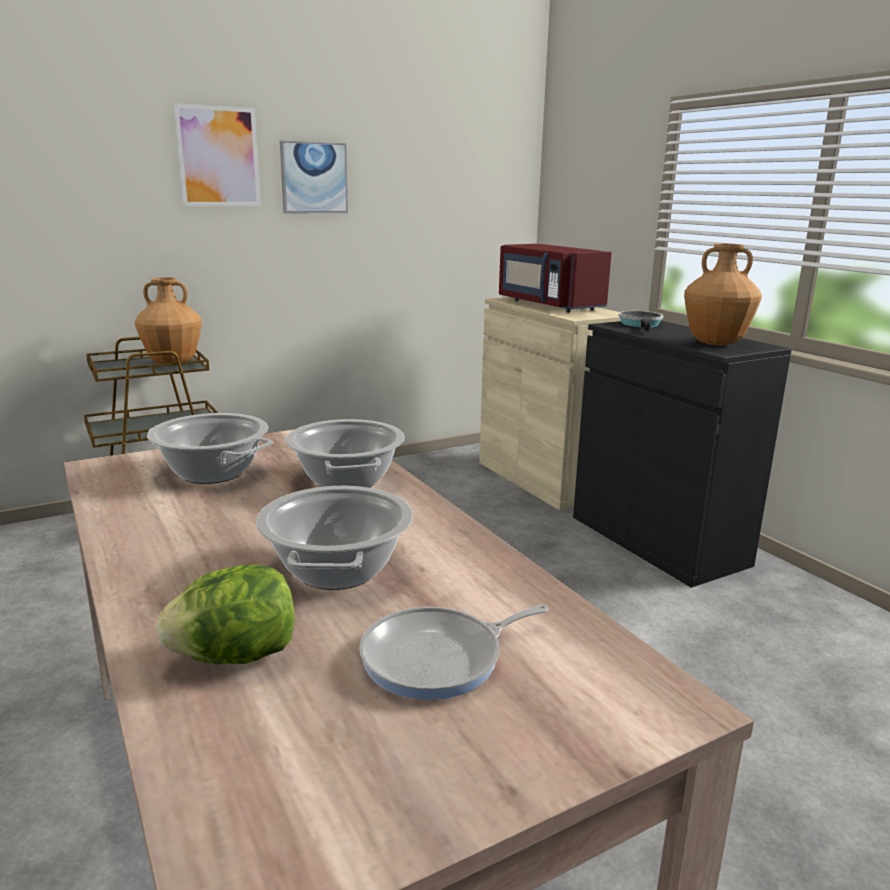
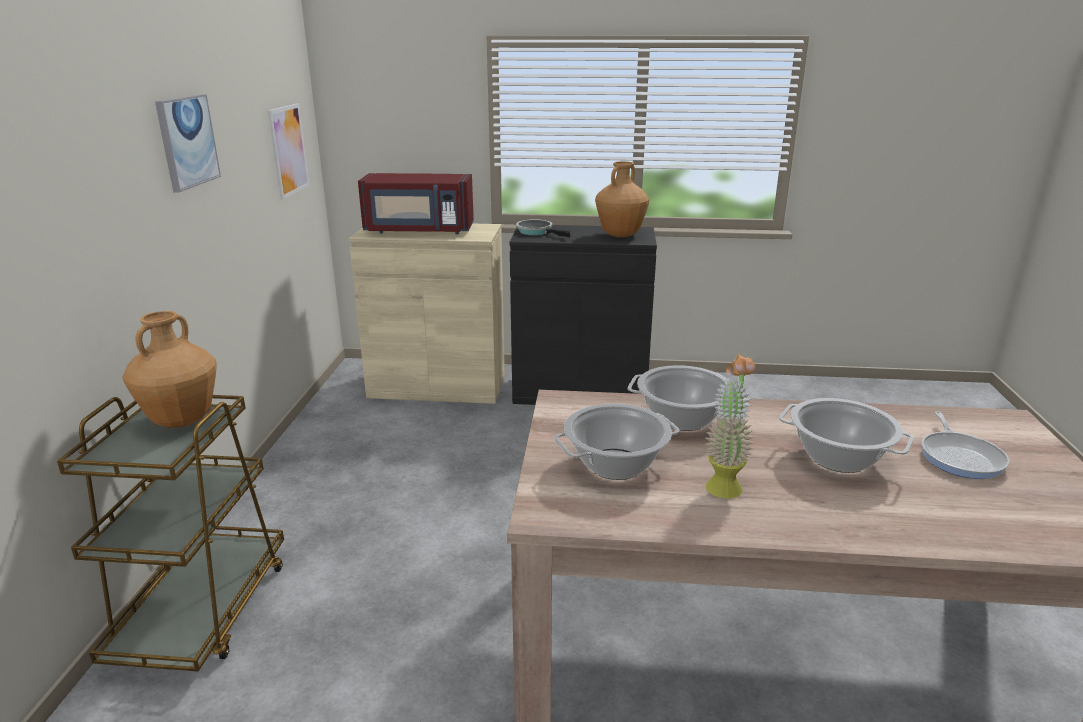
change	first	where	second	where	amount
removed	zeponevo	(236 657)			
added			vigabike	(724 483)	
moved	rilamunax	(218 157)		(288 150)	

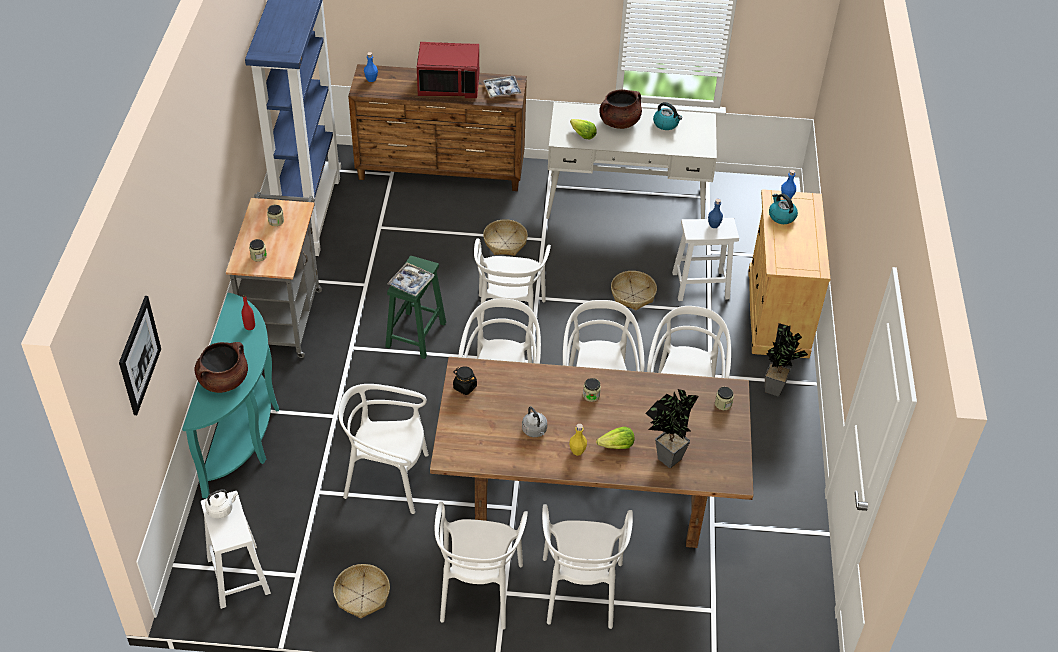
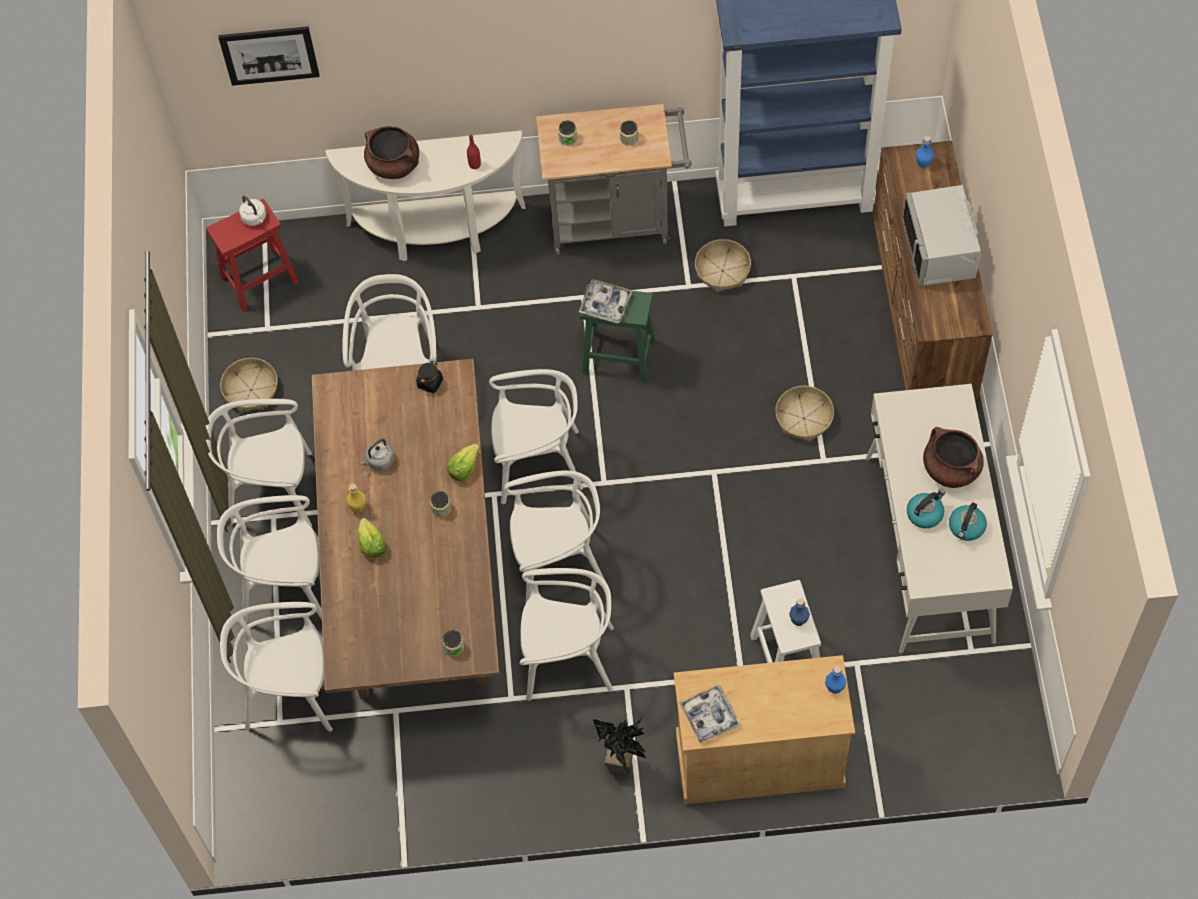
change	first	where	second	where	amount
removed	vigabike	(665 459)			
moved	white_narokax	(508 319)		(290 693)	
moved	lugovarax	(502 90)		(709 716)	
moved	zeponevo	(582 135)		(463 467)	
moved	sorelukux	(632 295)		(722 270)	
moved	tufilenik	(781 216)		(925 513)	
recoloured	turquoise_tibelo	(245 433)	white_tibelo	(437 233)	
recoloured	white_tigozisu	(238 574)	red_tigozisu	(260 278)	
recoloured	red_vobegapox	(449 85)	grey_vobegapox	(940 250)	

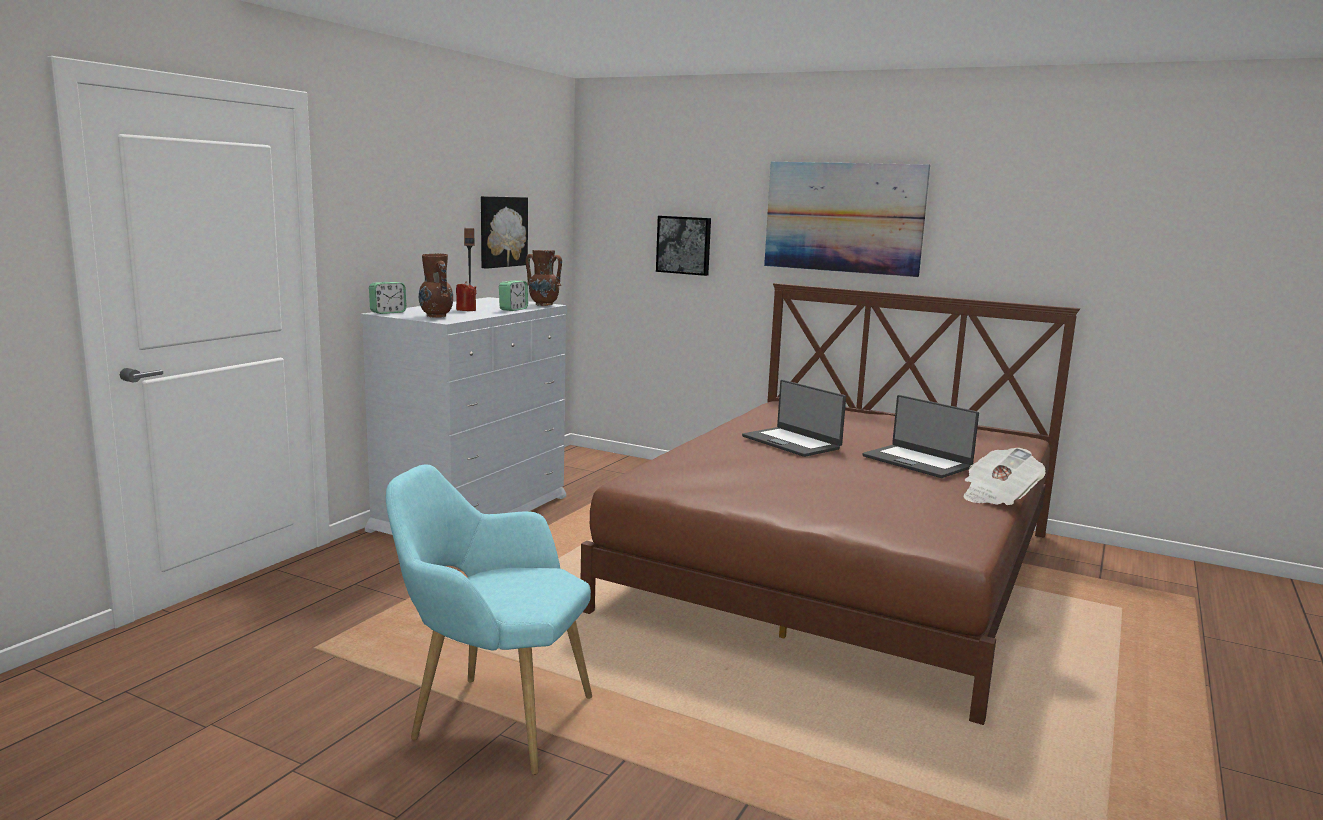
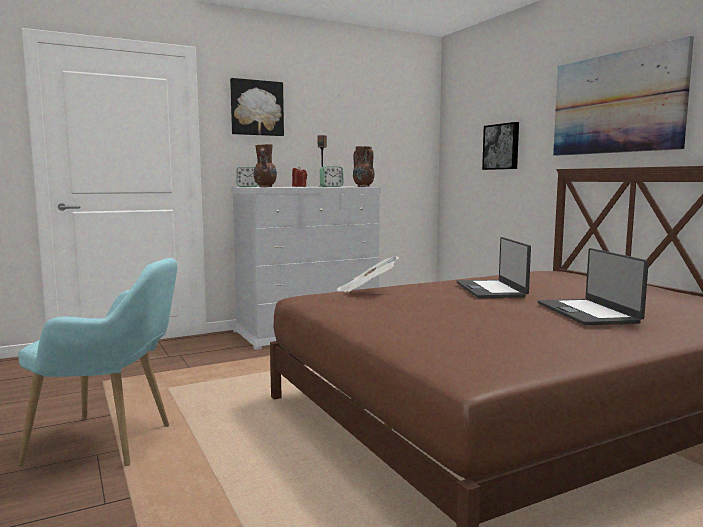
change	first	where	second	where	amount
moved	rilamunax	(502 231)		(256 108)	
moved	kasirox	(997 497)		(366 291)	
turned	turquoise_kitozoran	(491 718)		(110 443)	135 degrees clockwise

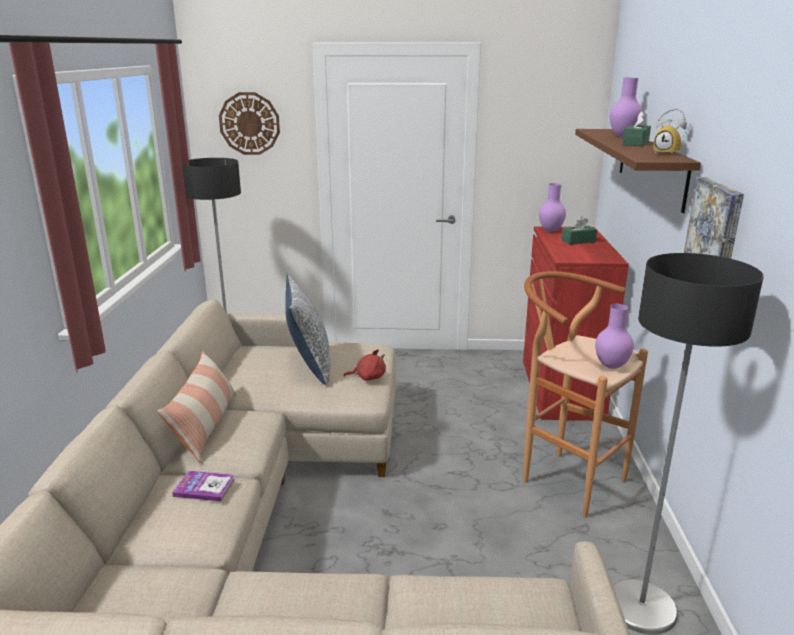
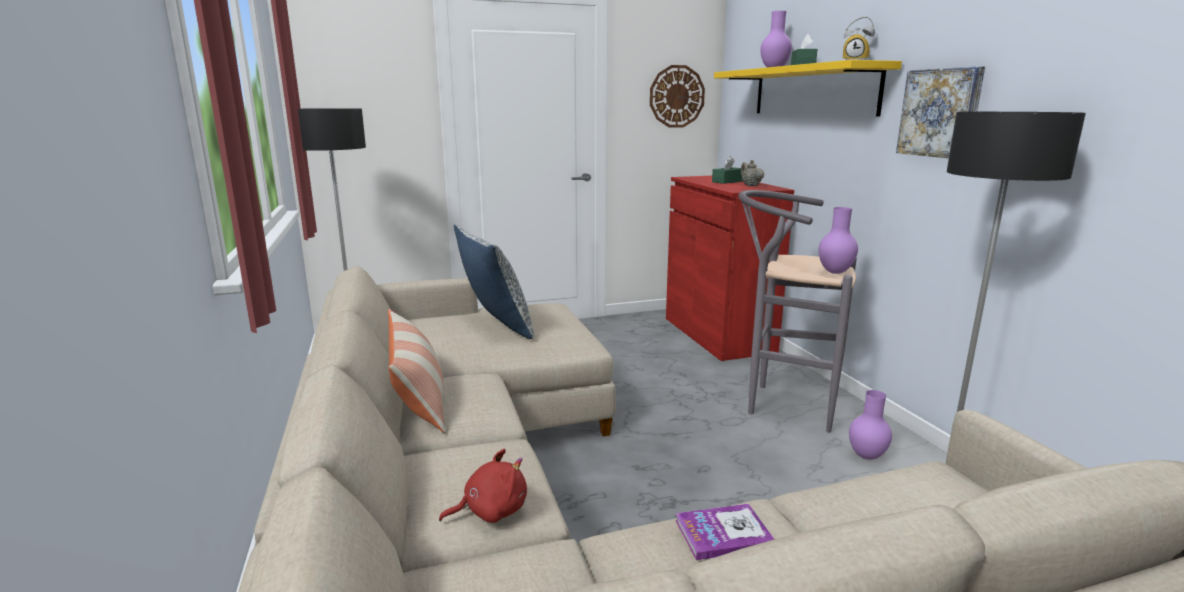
change	first	where	second	where	amount
added			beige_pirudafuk	(750 185)	
moved	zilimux	(204 487)		(723 533)	
moved	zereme	(249 123)		(676 96)	
moved	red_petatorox	(368 377)		(491 511)	
moved	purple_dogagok	(551 230)		(867 456)	
recoloured	brown_tigozisu	(564 478)	grey_tigozisu	(783 404)	
recoloured	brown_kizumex	(651 166)	yellow_kizumex	(812 91)	

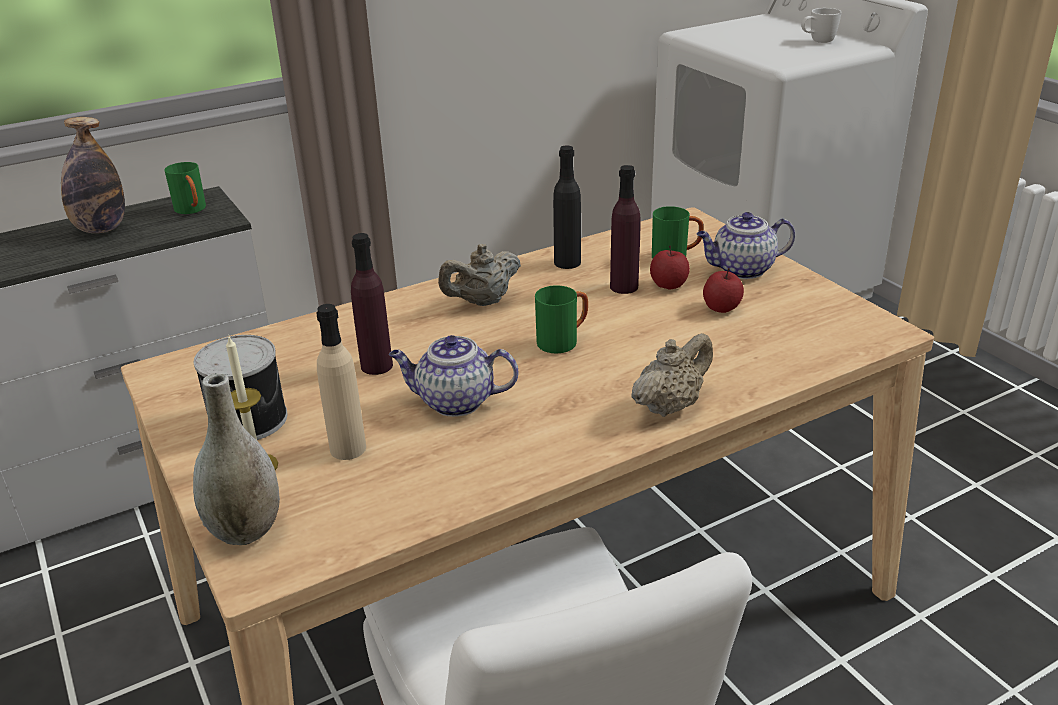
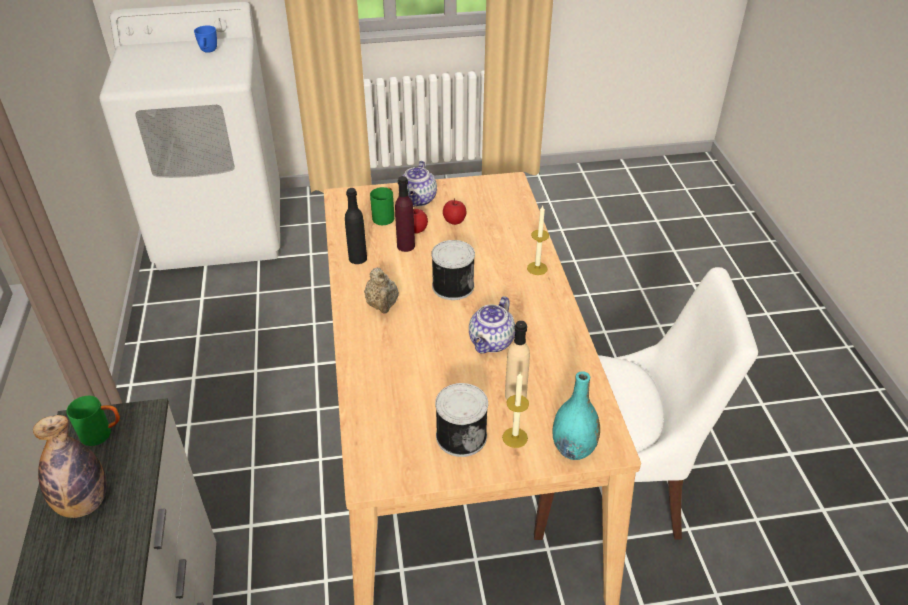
change	first	where	second	where	amount
removed	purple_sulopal	(376 366)			
replaced	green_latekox	(563 341)	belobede	(452 285)	
replaced	beige_pirudafuk	(670 406)	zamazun	(537 268)	
recoloured	grey_dogagok	(245 530)	turquoise_dogagok	(573 449)	
recoloured	white_latekox	(817 42)	blue_latekox	(208 52)	

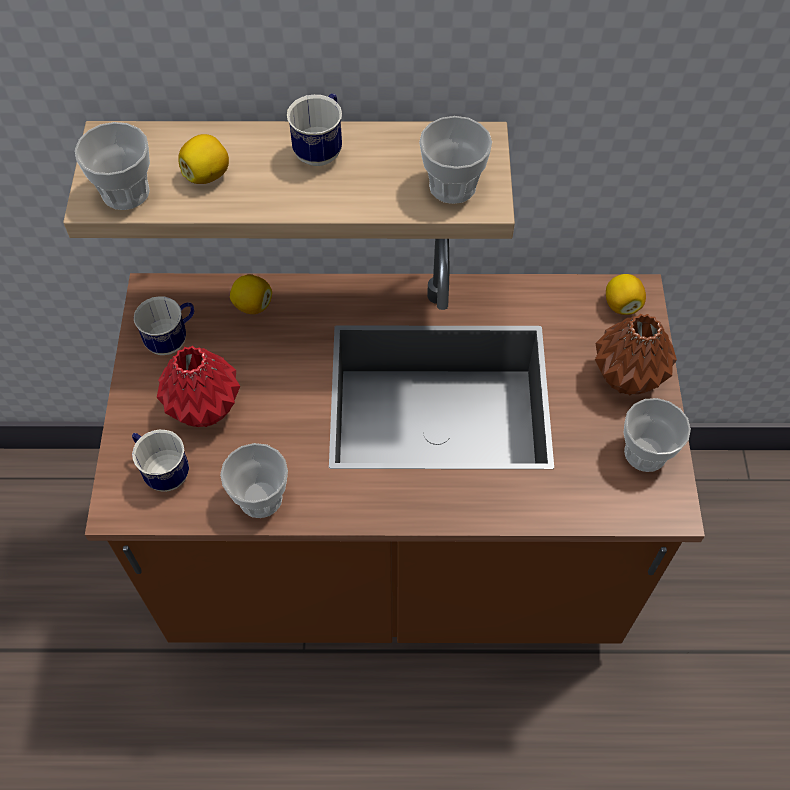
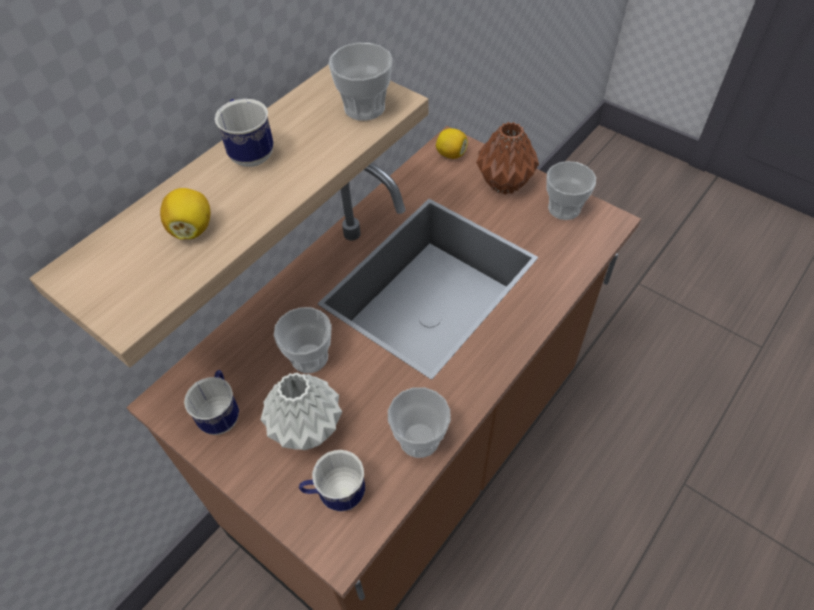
change	first	where	second	where	amount
removed	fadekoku	(253 305)			
moved	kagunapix	(126 192)		(309 357)	
recoloured	red_dogagok	(203 410)	grey_dogagok	(307 431)	

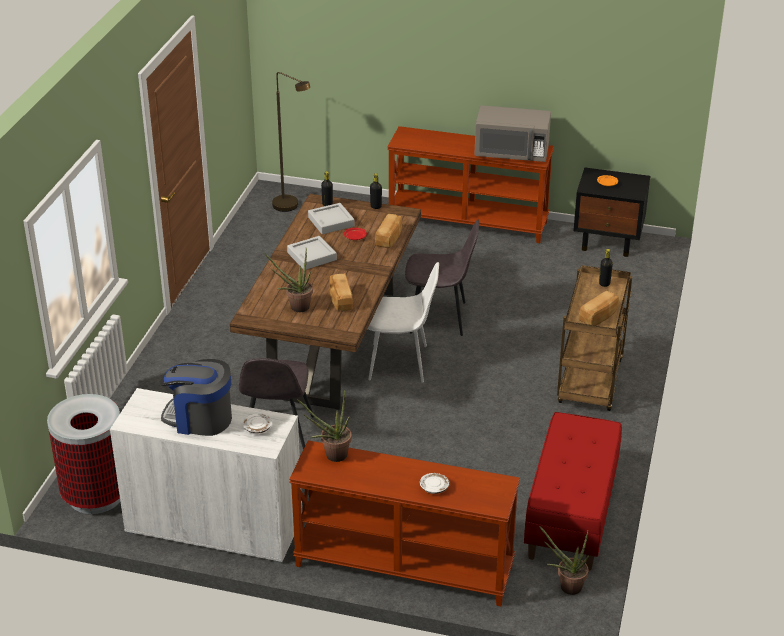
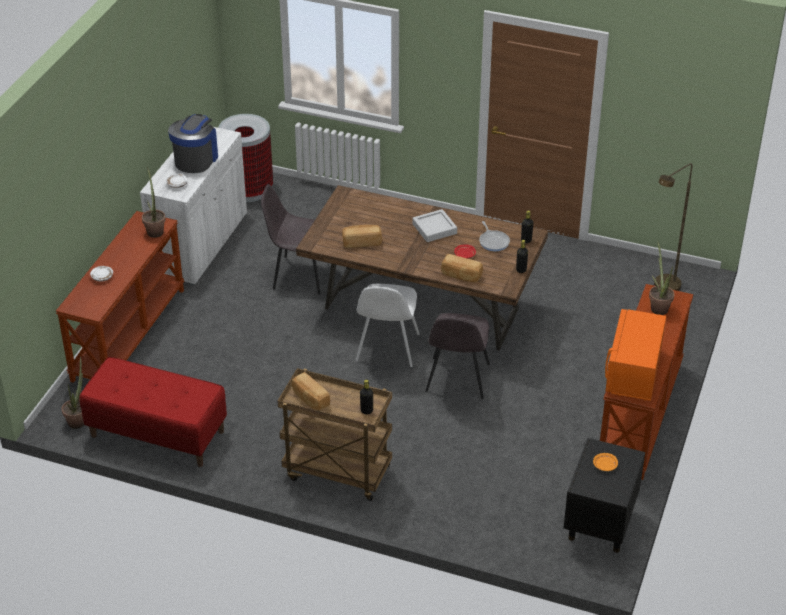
change	first	where	second	where	amount
moved	vigabike	(295 307)		(658 307)	
replaced	grey_lugovarax	(331 222)	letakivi	(493 241)	
recoloured	grey_vobegapox	(511 153)	orange_vobegapox	(633 372)	

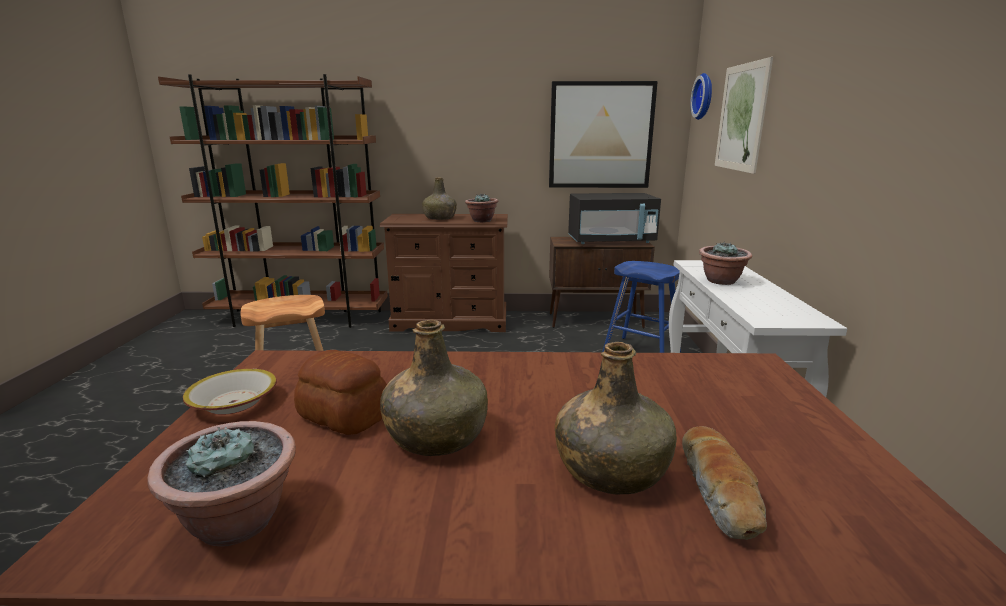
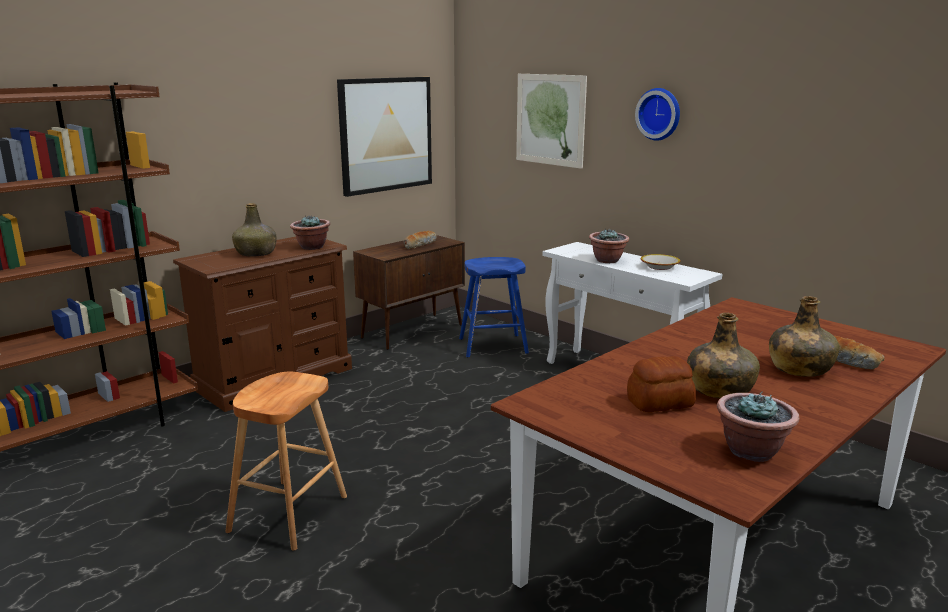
change	first	where	second	where	amount
moved	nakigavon	(233 403)		(660 267)	
moved	zereme	(705 96)		(659 114)	
replaced	black_vobegapox	(611 241)	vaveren	(420 244)	

